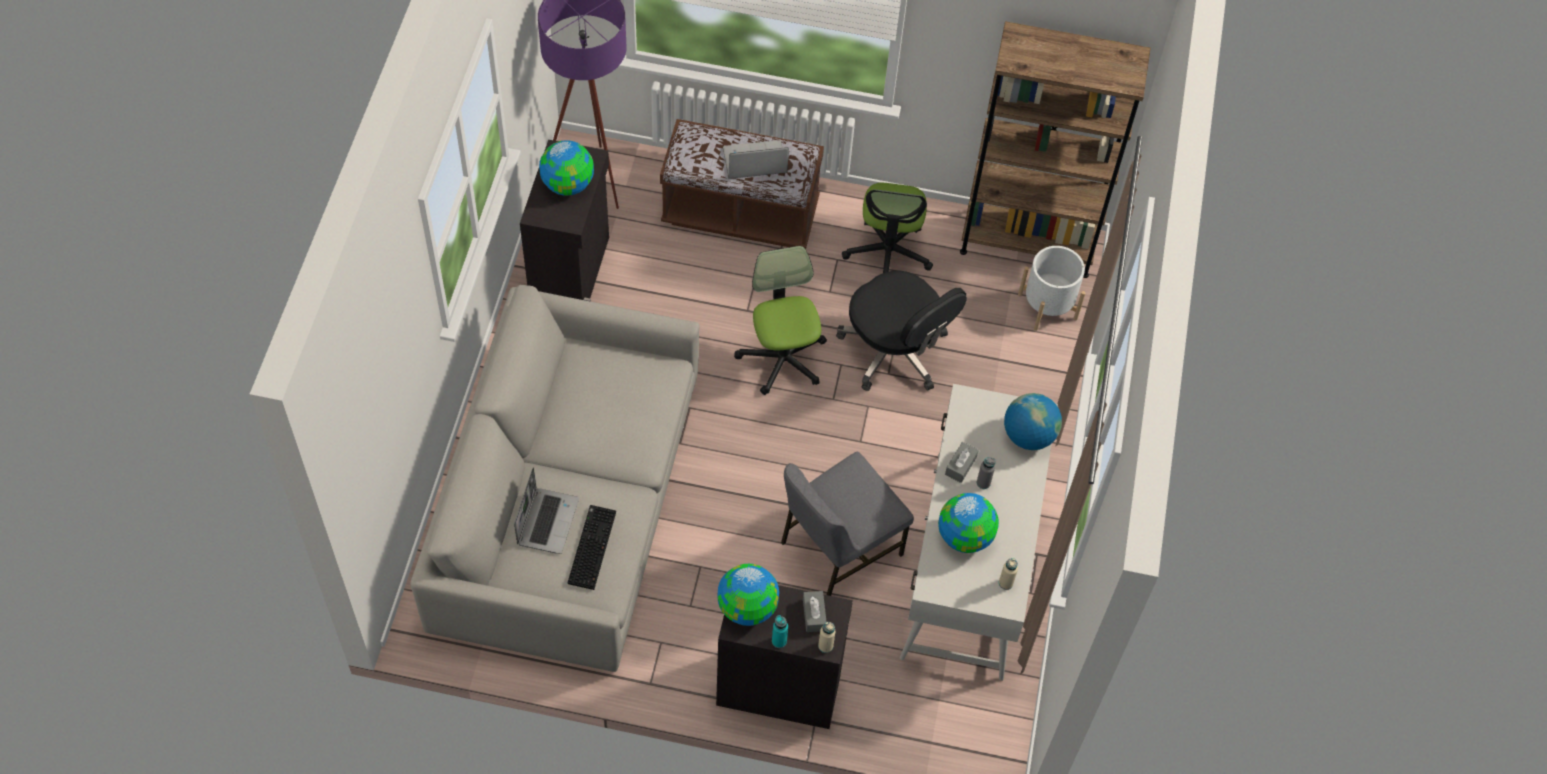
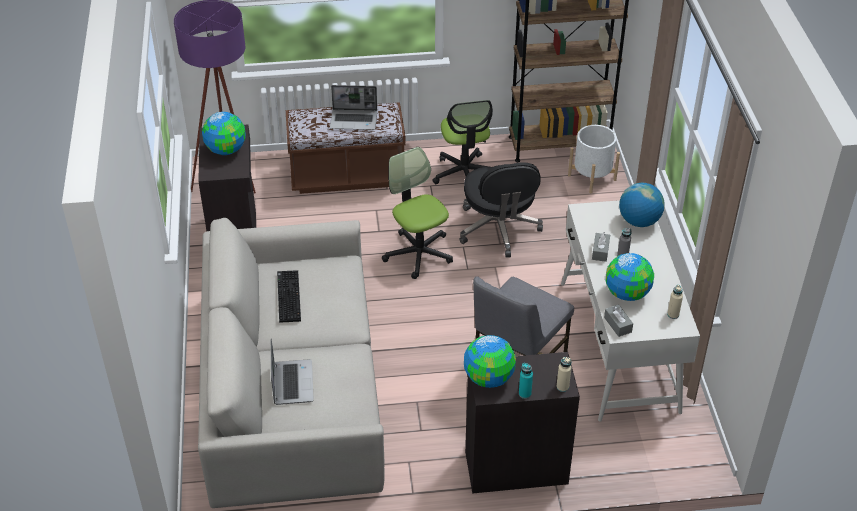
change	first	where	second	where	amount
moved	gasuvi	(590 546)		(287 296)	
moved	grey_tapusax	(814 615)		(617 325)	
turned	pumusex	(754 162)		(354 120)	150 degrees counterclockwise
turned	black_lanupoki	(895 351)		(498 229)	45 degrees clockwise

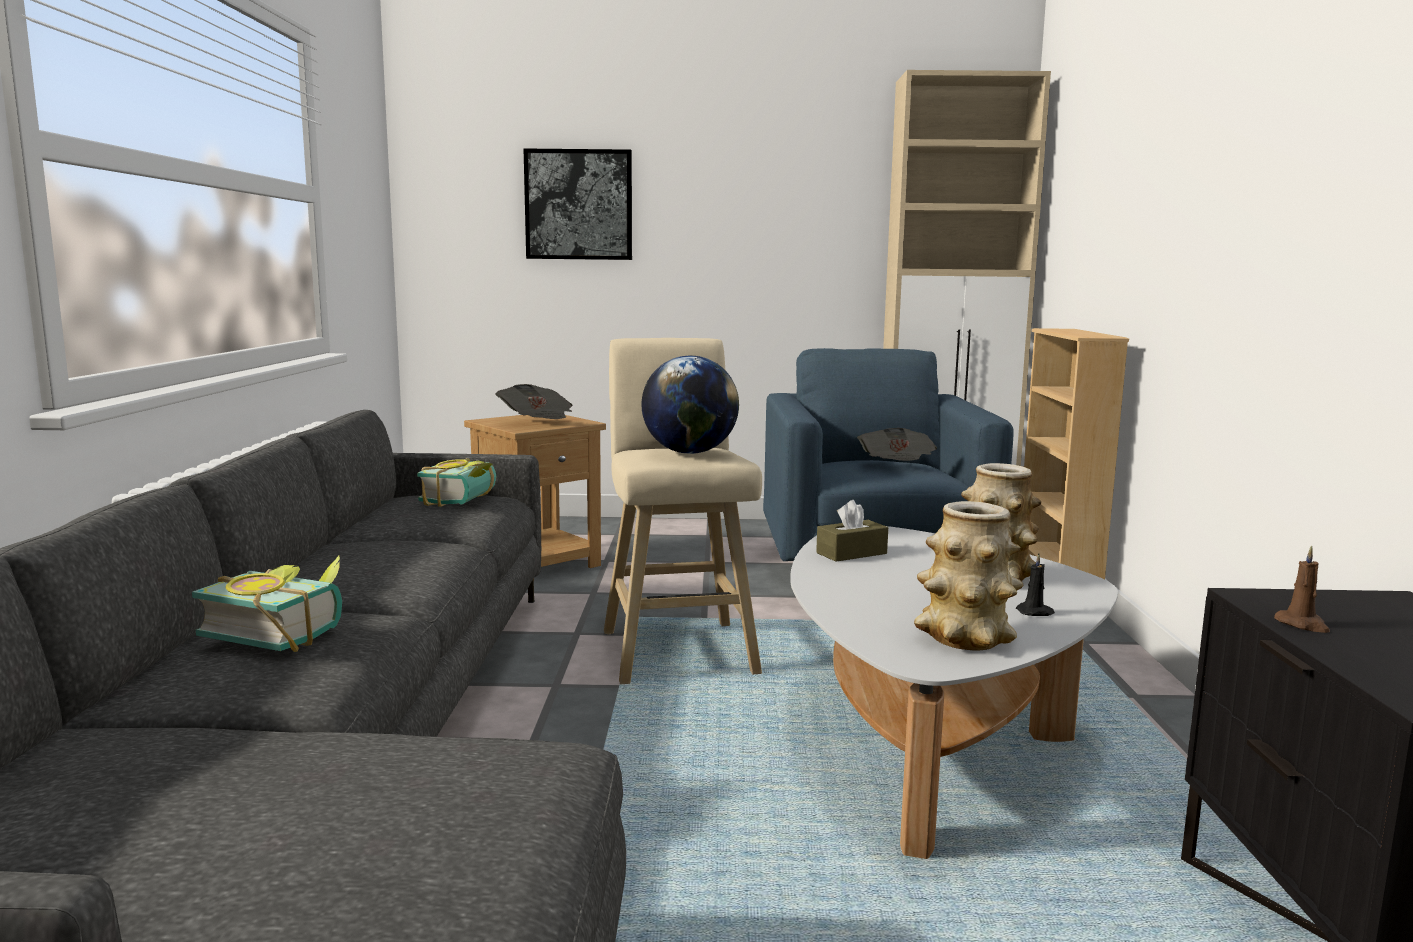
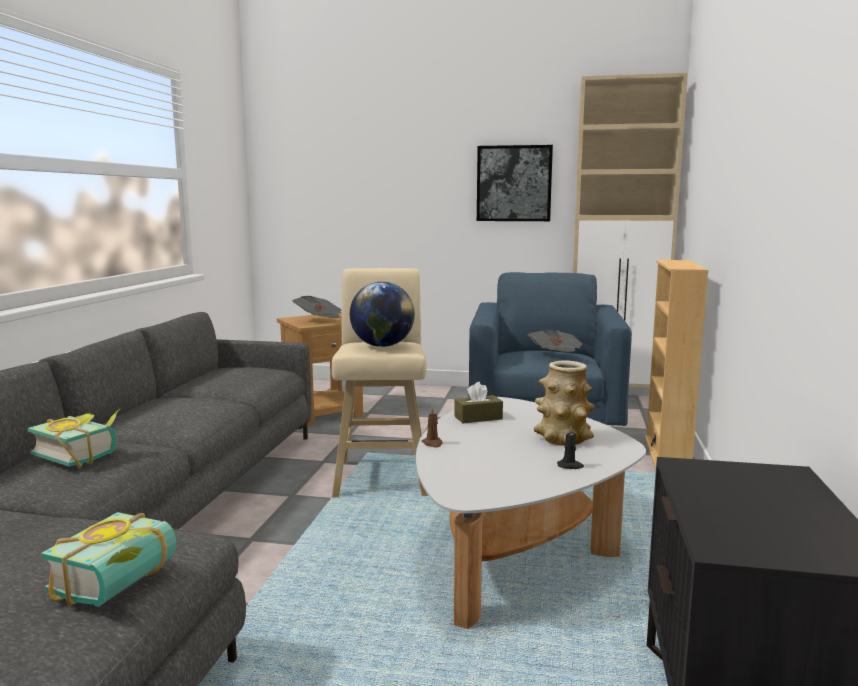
change	first	where	second	where	amount
removed	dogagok	(965 638)			
moved	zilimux	(466 500)		(123 584)	
moved	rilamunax	(579 205)		(514 183)	
moved	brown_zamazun	(1302 625)		(432 443)	

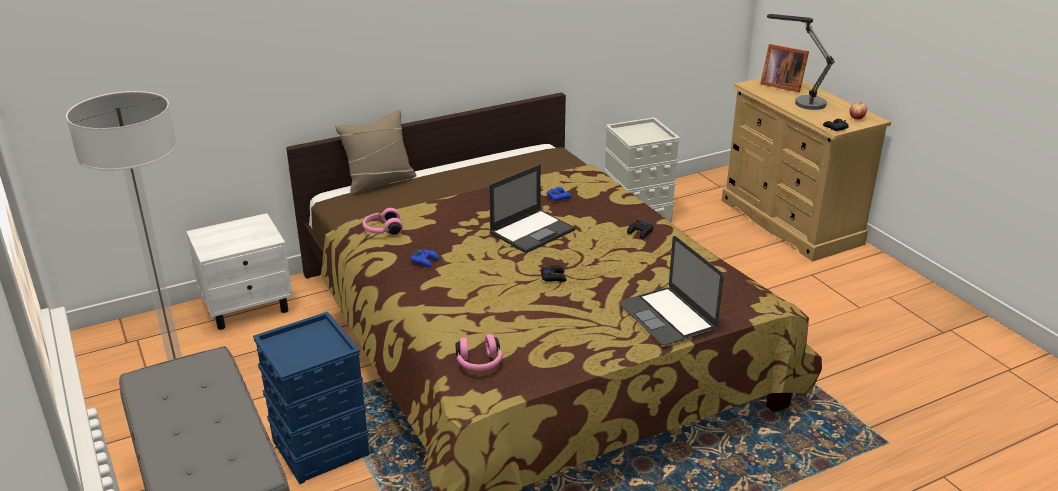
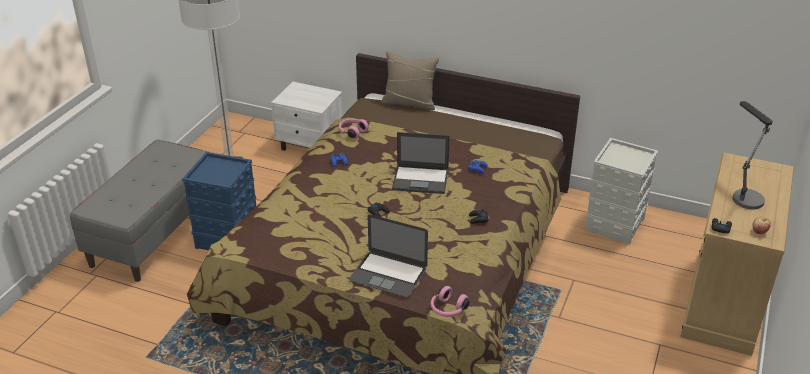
change	first	where	second	where	amount
removed	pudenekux	(781 85)			
moved	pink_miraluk	(479 363)		(448 309)	
turned	pumusex	(667 316)		(388 274)	90 degrees counterclockwise

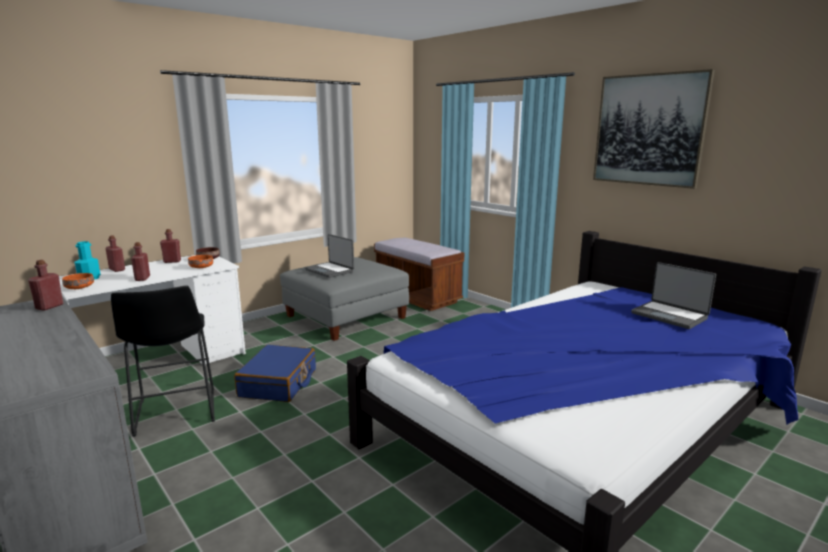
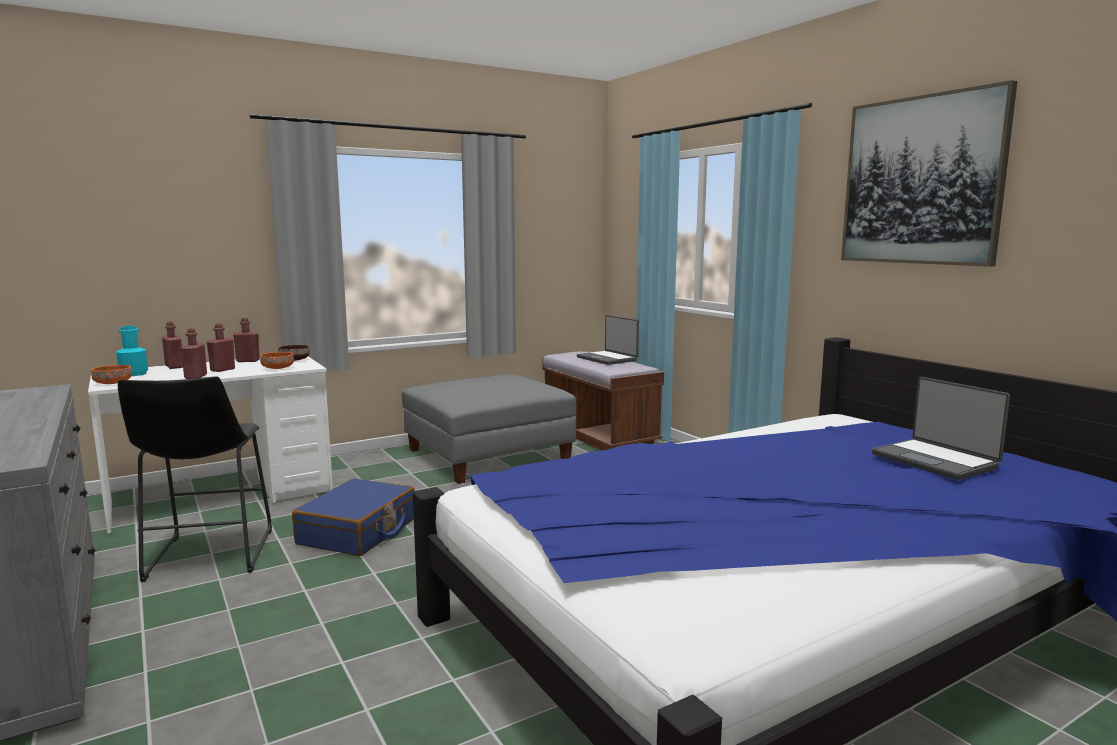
change	first	where	second	where	amount
moved	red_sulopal	(49 306)		(222 369)	
moved	pumusex	(330 270)		(608 359)	

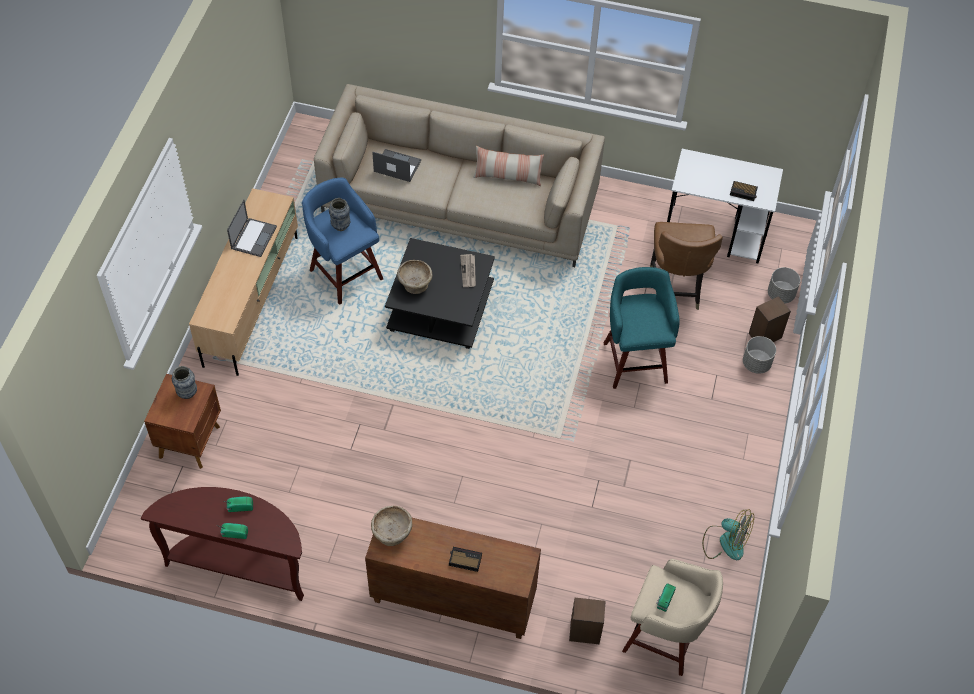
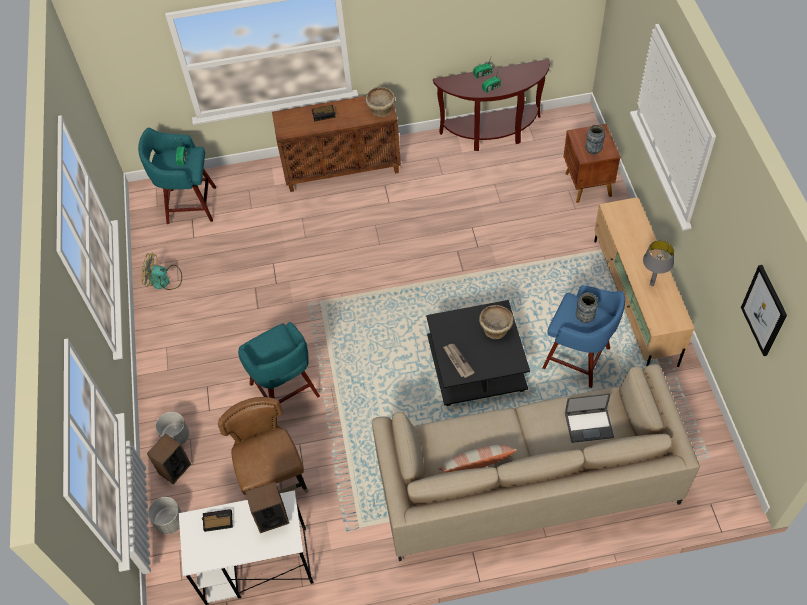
change	first	where	second	where	amount
added			rilamunax	(764 310)	
moved	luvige	(585 632)		(271 517)	
replaced	pumusex	(254 237)	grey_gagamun	(652 284)	
recoloured	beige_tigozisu	(665 638)	turquoise_tigozisu	(189 205)	

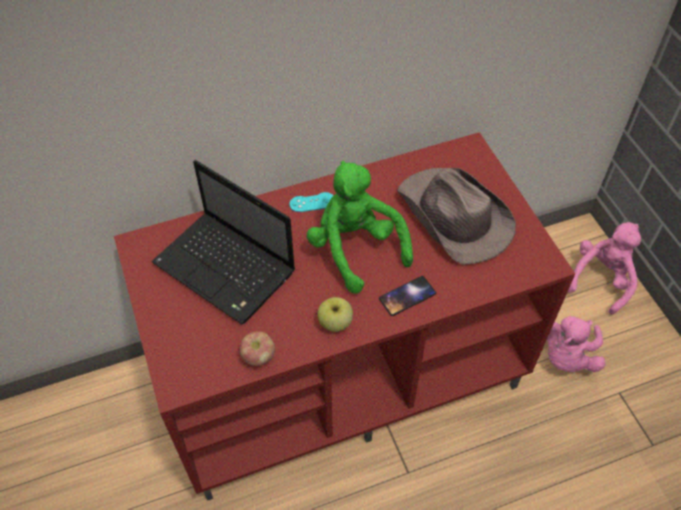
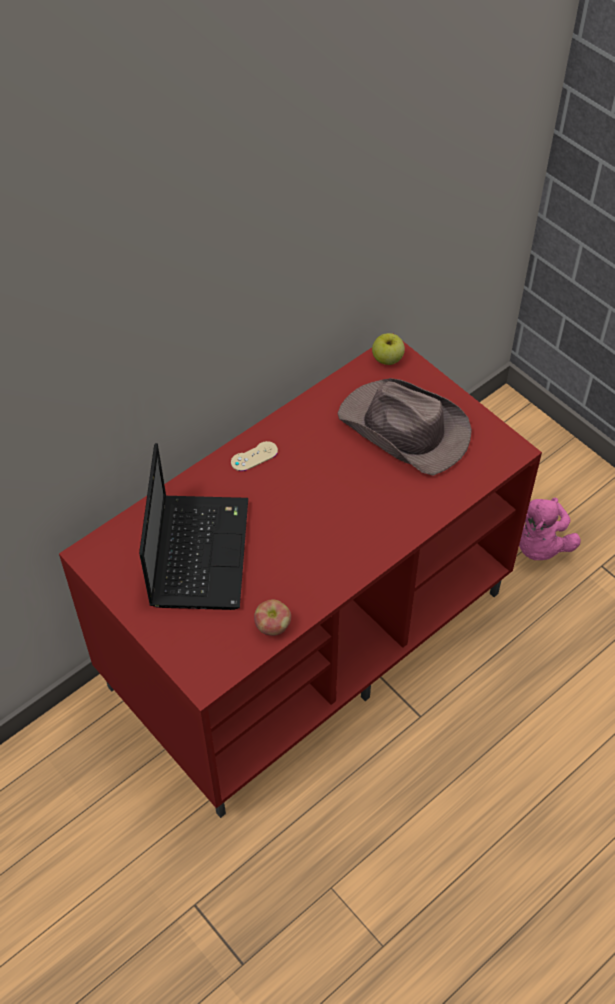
change	first	where	second	where	amount
removed	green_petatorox	(355 249)			
removed	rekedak	(407 296)			
removed	pink_petatorox	(601 279)			
moved	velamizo	(335 323)		(387 359)	
recoloured	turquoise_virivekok	(312 202)	beige_virivekok	(254 456)	
turned	pumusex	(227 269)		(198 550)	105 degrees counterclockwise

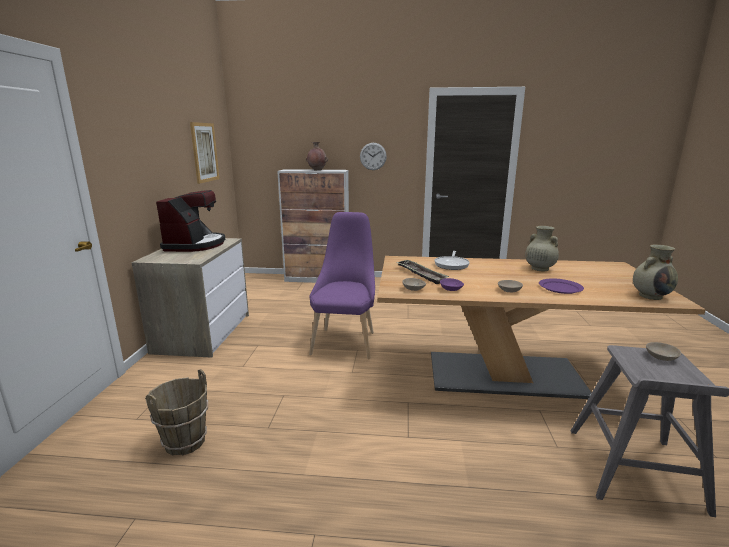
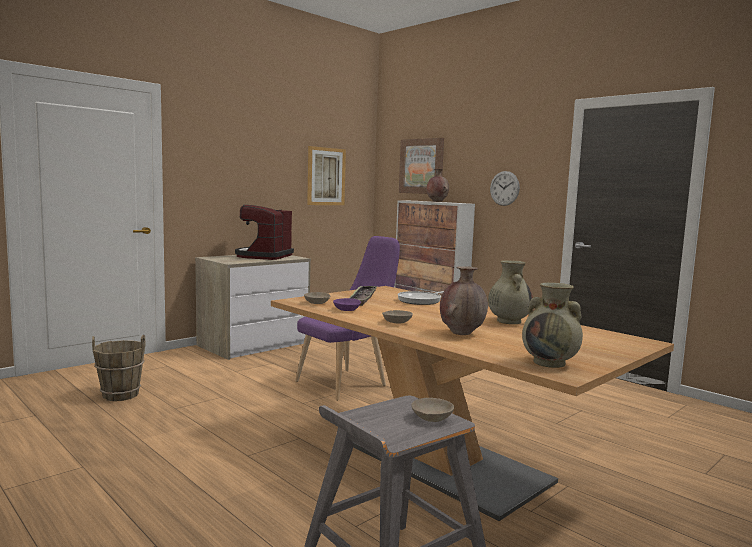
change	first	where	second	where	amount
added			rilamunax	(421 166)	
replaced	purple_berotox	(560 288)	brown_dogagok	(461 333)	
turned	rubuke	(195 245)		(264 256)	150 degrees clockwise

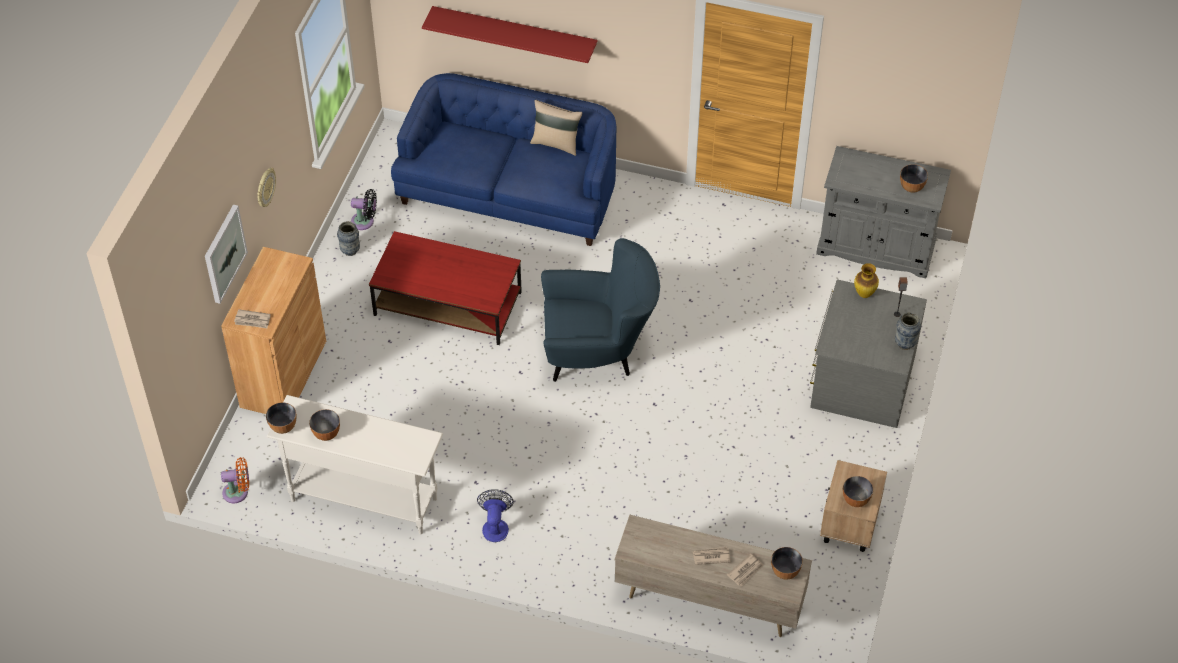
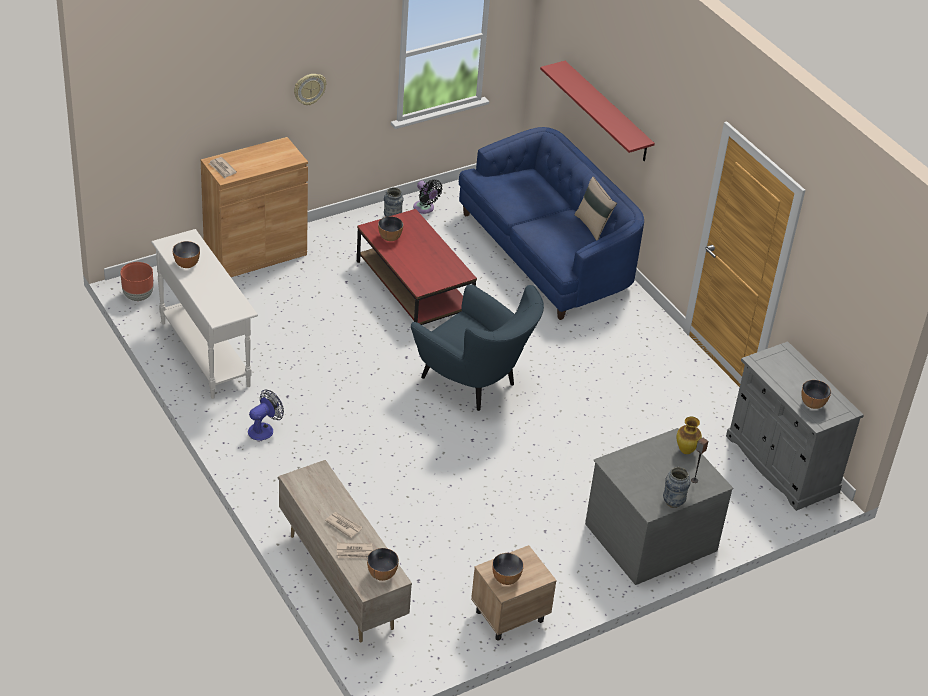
change	first	where	second	where	amount
removed	rilamunax	(224 253)			
moved	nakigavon	(283 426)		(390 237)	
replaced	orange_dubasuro	(238 492)	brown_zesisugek	(138 296)	

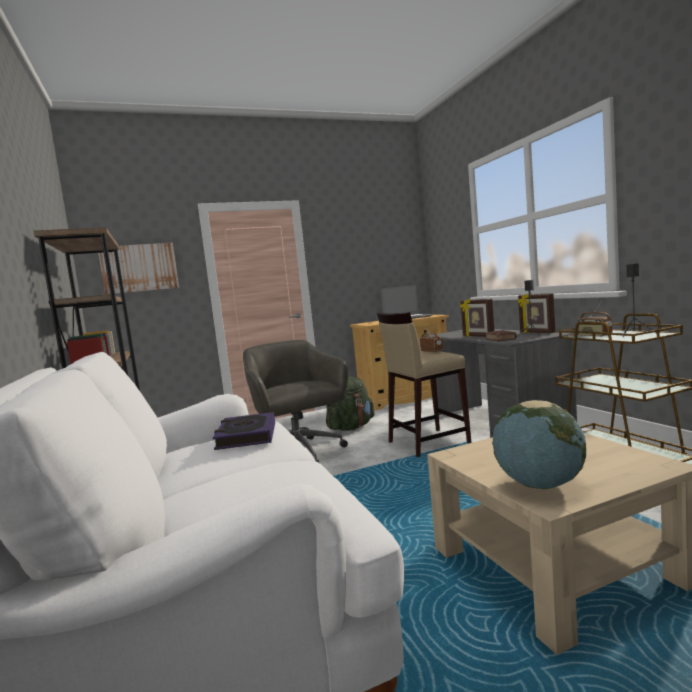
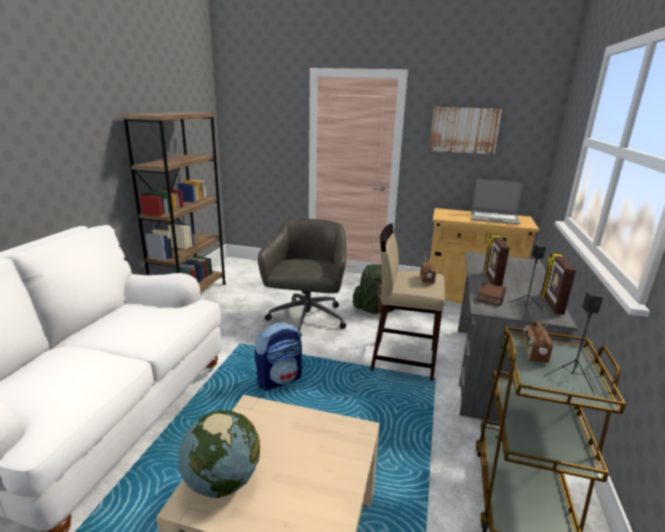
change	first	where	second	where	amount
removed	zilimux	(246 436)			
added			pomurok	(279 379)	
moved	rilamunax	(139 268)		(464 130)	

